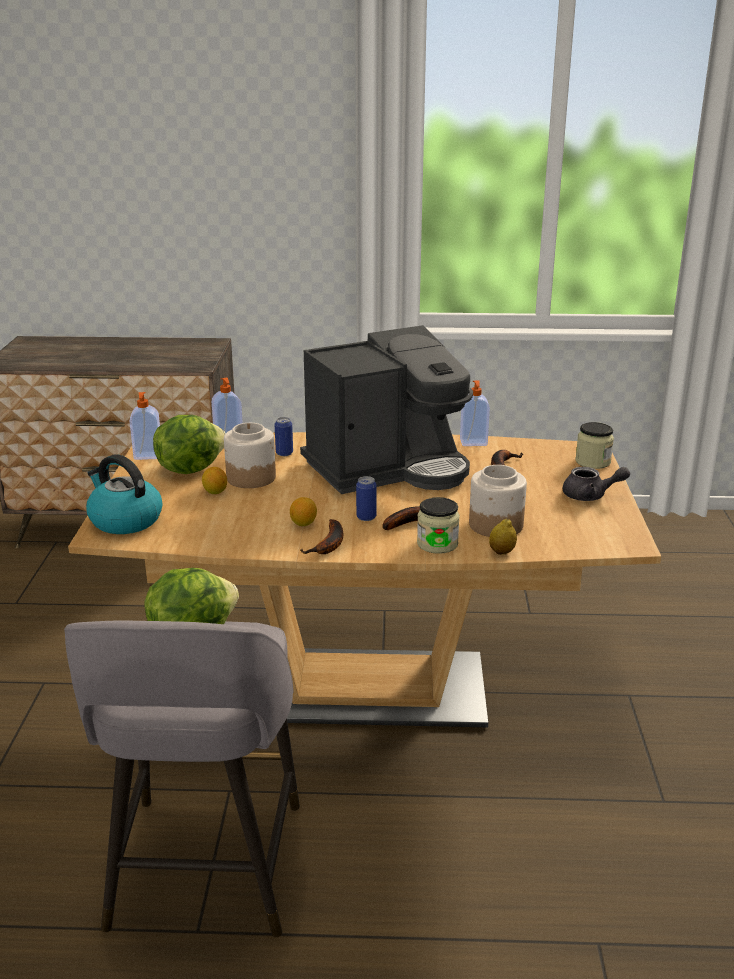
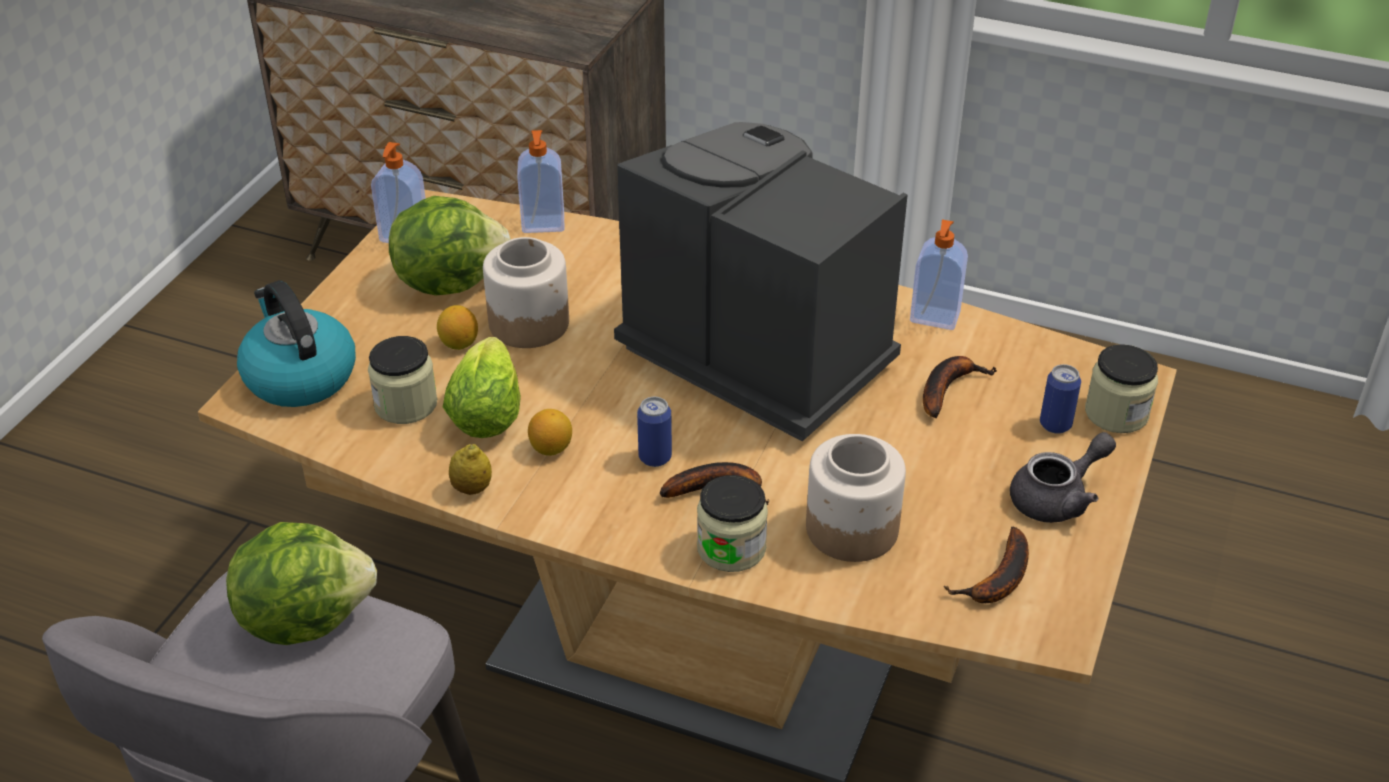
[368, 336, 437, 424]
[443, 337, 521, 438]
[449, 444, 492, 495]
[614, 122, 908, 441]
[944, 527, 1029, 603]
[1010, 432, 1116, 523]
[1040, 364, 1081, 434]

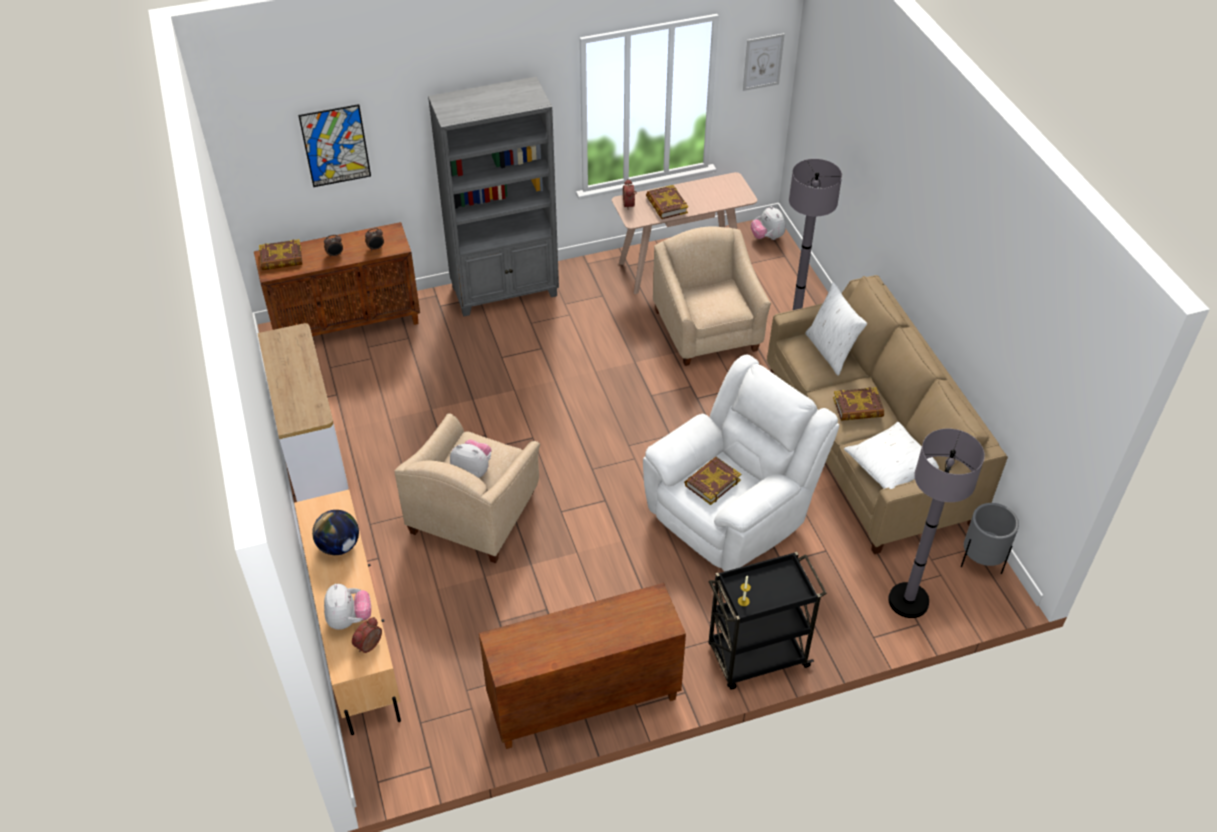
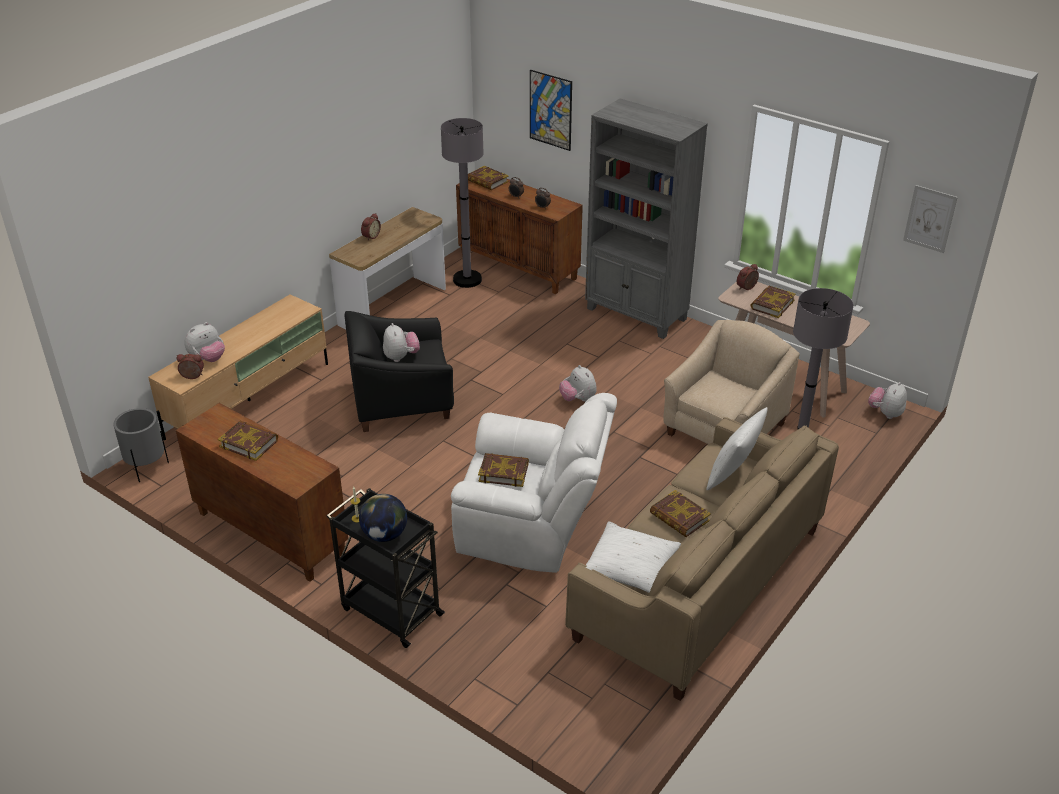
[113, 408, 169, 482]
[218, 421, 278, 461]
[344, 311, 454, 432]
[359, 494, 407, 542]
[361, 213, 381, 240]
[441, 118, 484, 288]
[559, 365, 597, 402]

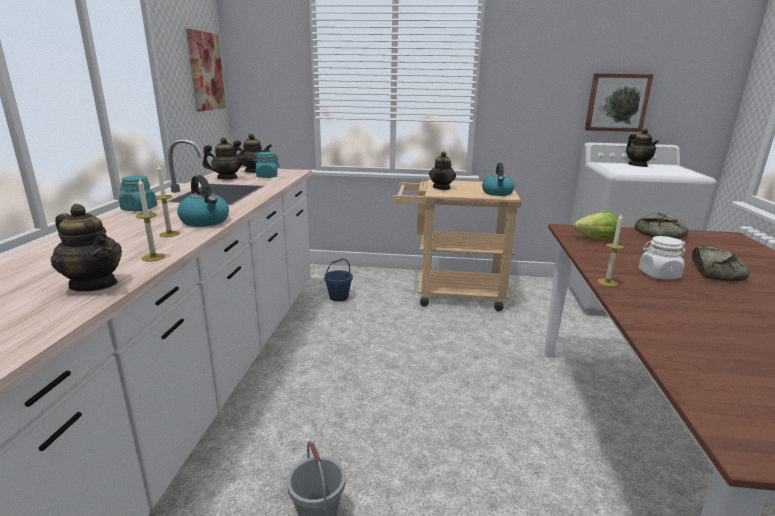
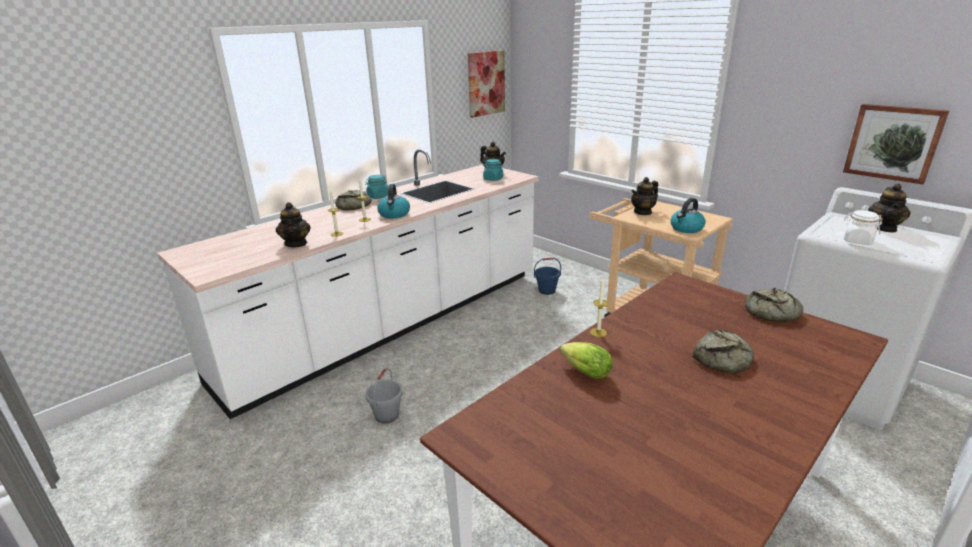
[335, 190, 372, 211]
[560, 342, 613, 379]
[844, 210, 883, 245]
[202, 137, 247, 179] (first image)

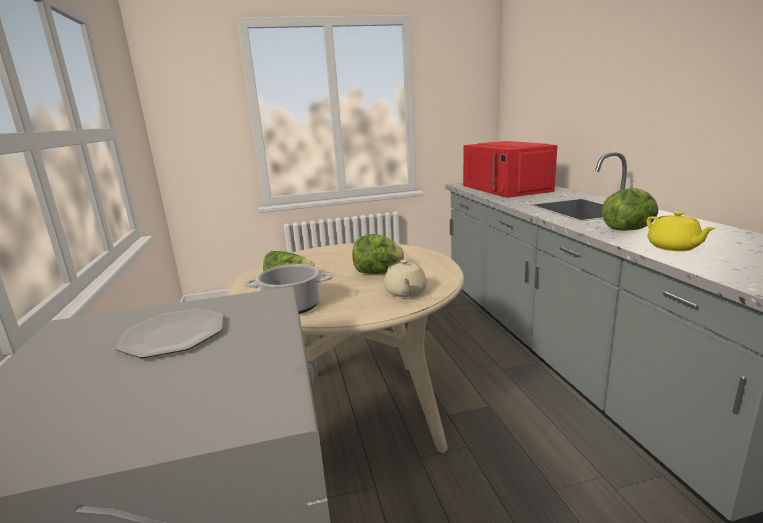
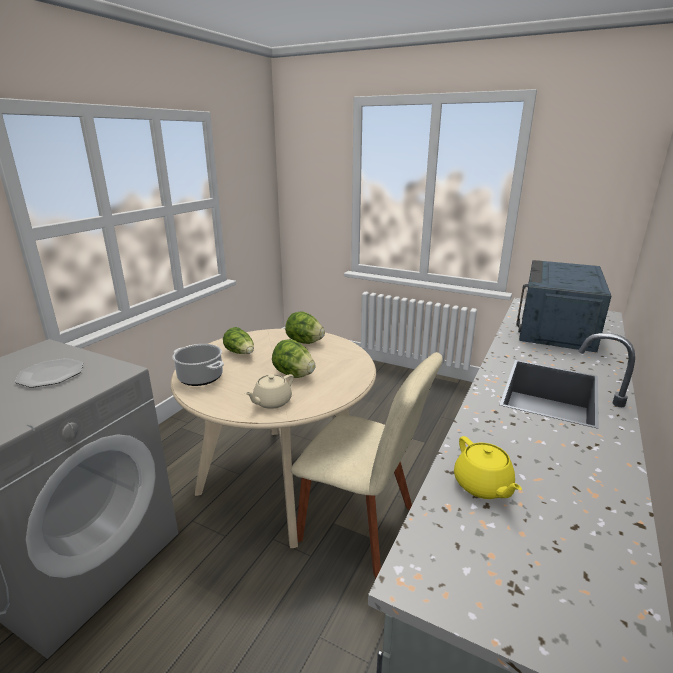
[285, 311, 325, 344]
[291, 352, 443, 579]
[454, 436, 522, 499]
[516, 260, 611, 352]

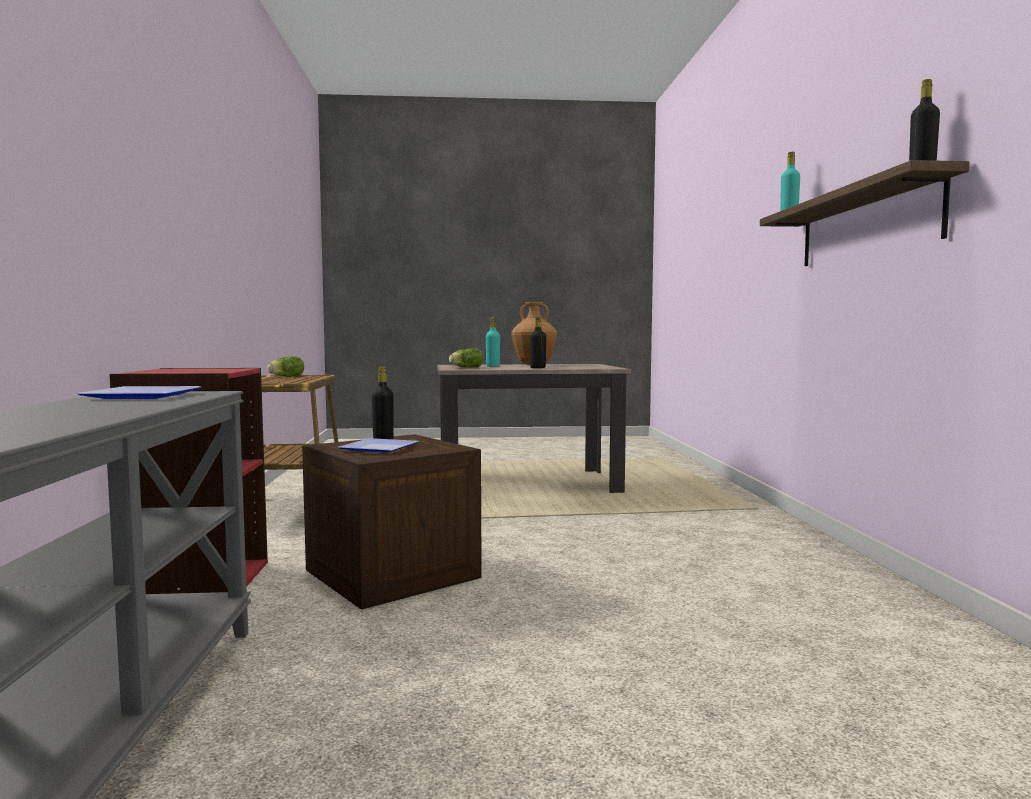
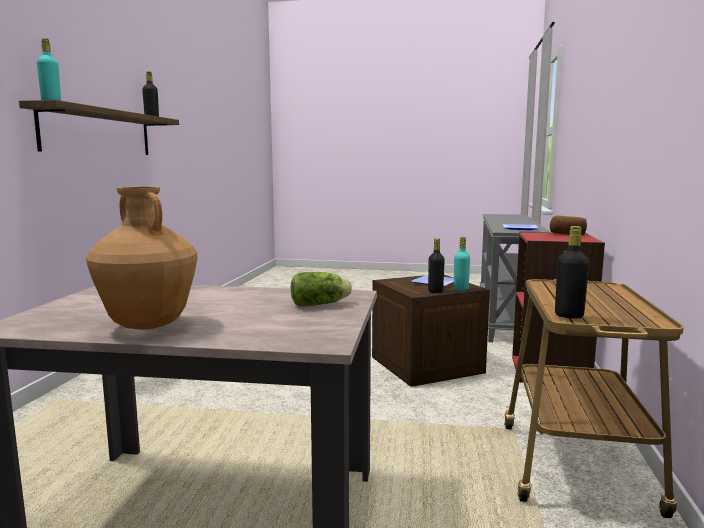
[454, 237, 470, 291]
[550, 216, 587, 236]
[555, 226, 589, 319]
[267, 357, 304, 377] (first image)

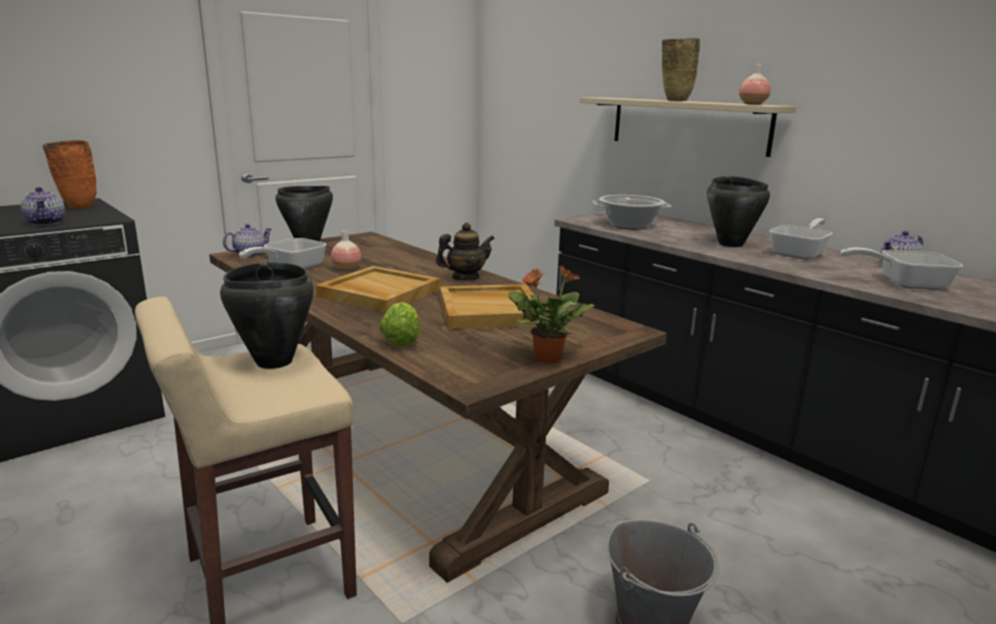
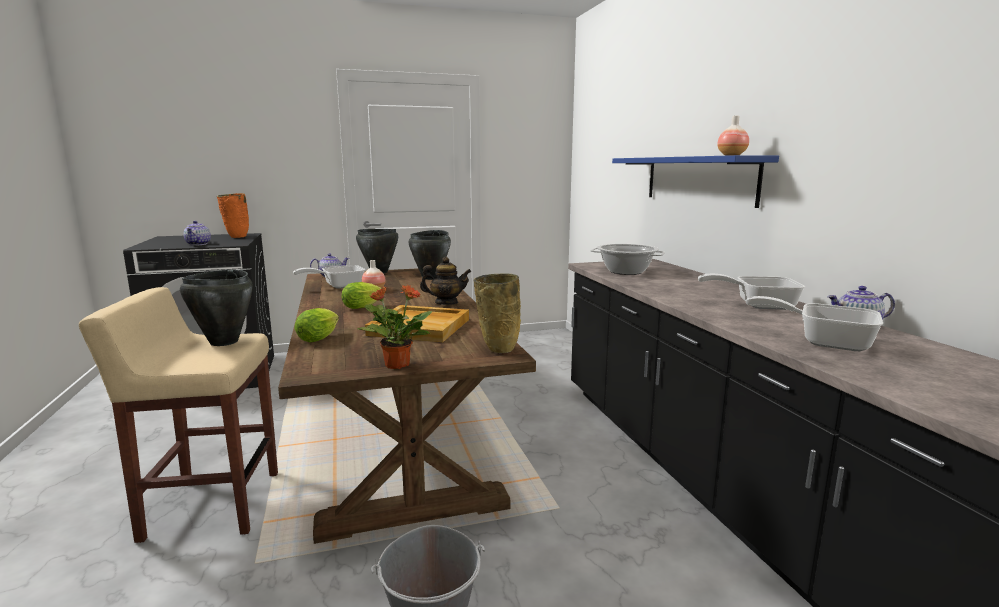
[342, 282, 381, 309]
[409, 230, 451, 280]
[473, 273, 521, 353]
[612, 155, 779, 208]
[698, 274, 805, 310]

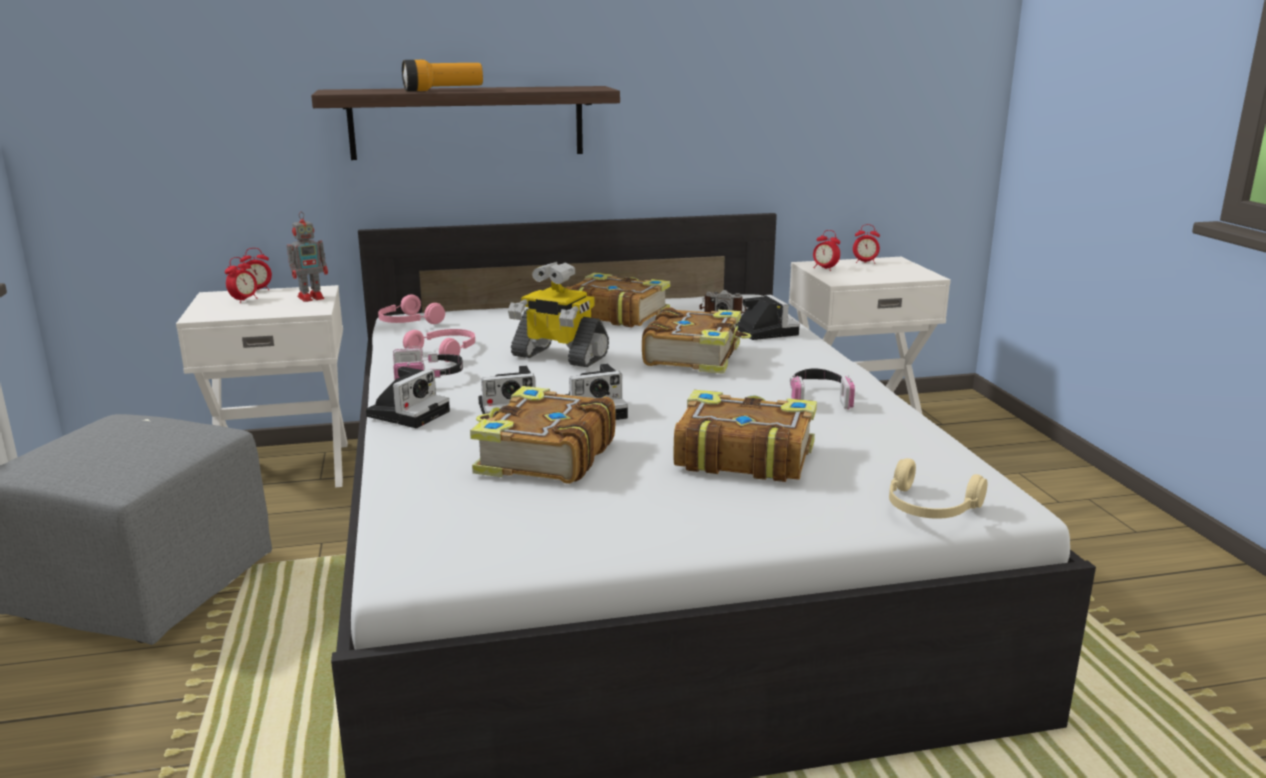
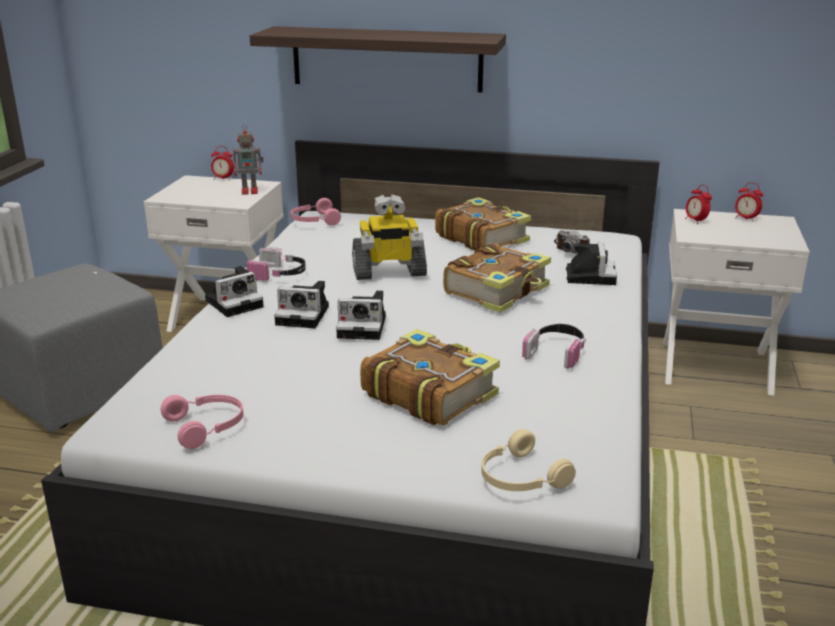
[161, 395, 243, 449]
[352, 194, 427, 280]
[225, 257, 258, 303] (first image)
[402, 60, 483, 91] (first image)
[470, 386, 616, 484] (first image)

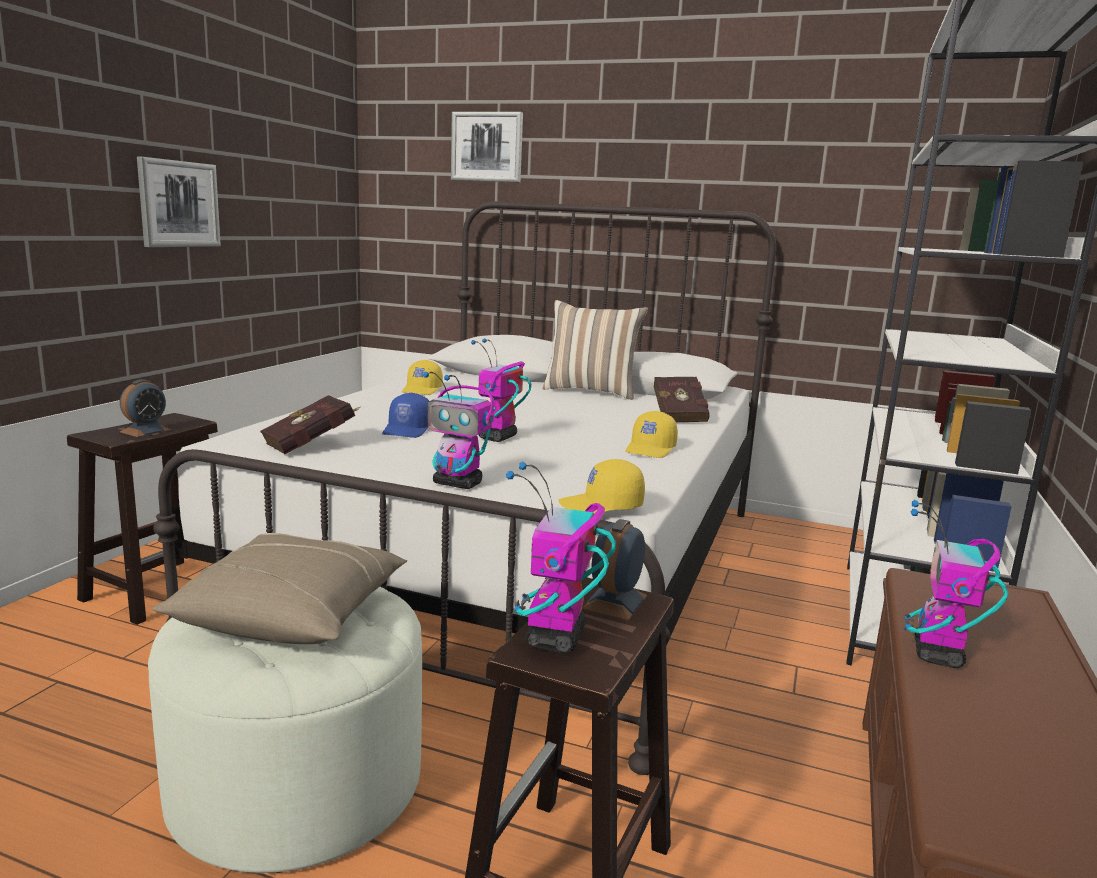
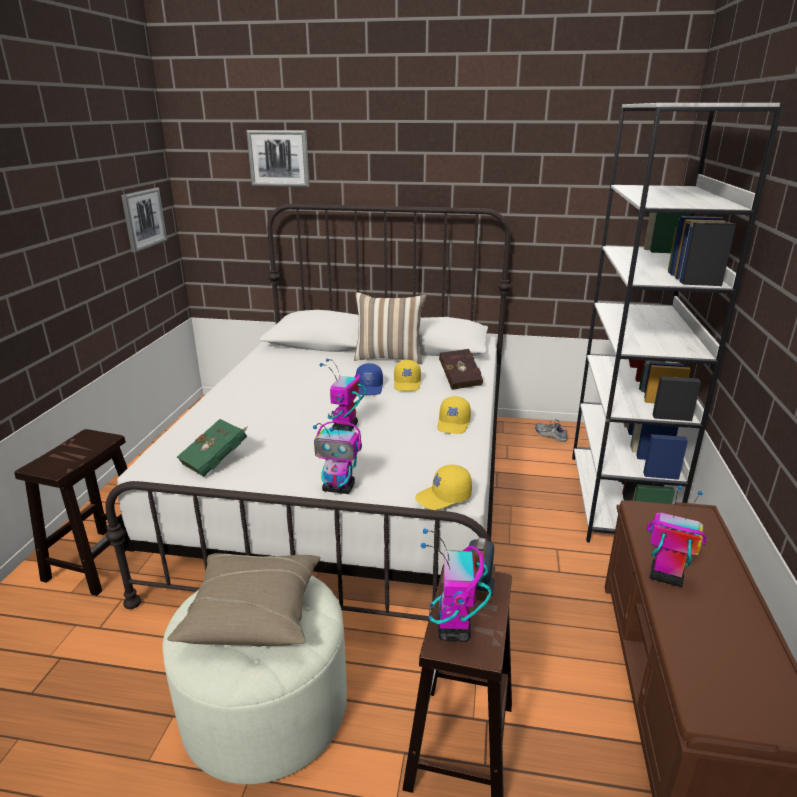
[121, 188, 167, 253]
[177, 419, 248, 477]
[356, 363, 383, 395]
[394, 360, 421, 391]
[535, 419, 568, 442]
[647, 486, 706, 587]
[120, 379, 171, 437] (first image)

